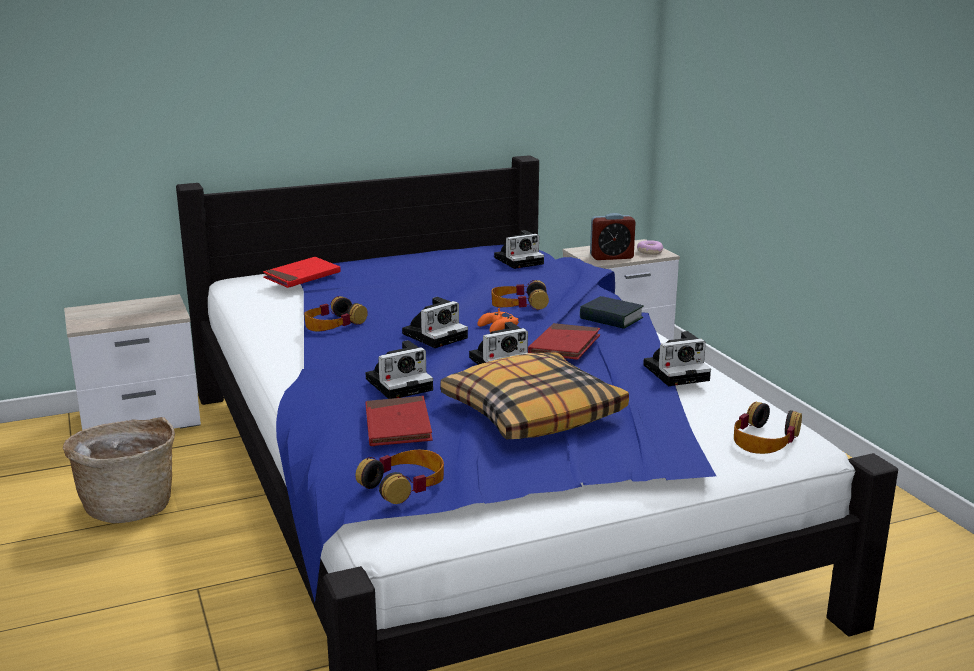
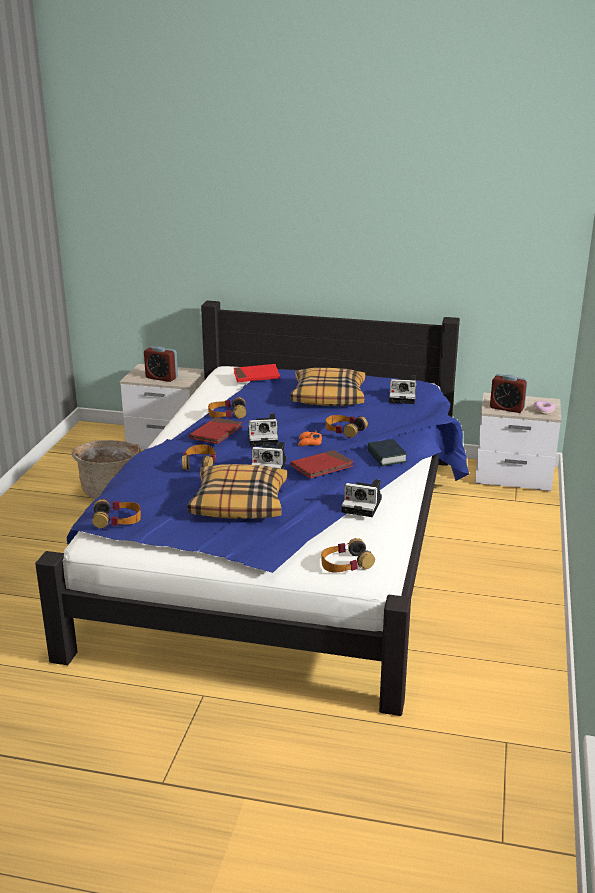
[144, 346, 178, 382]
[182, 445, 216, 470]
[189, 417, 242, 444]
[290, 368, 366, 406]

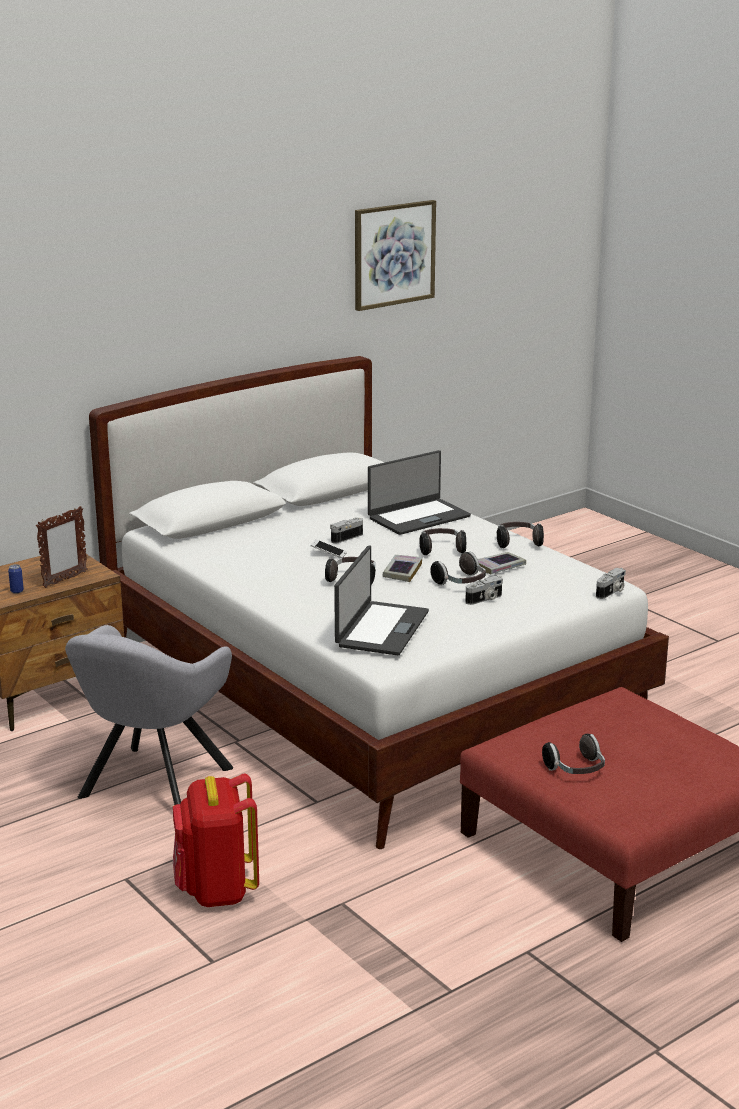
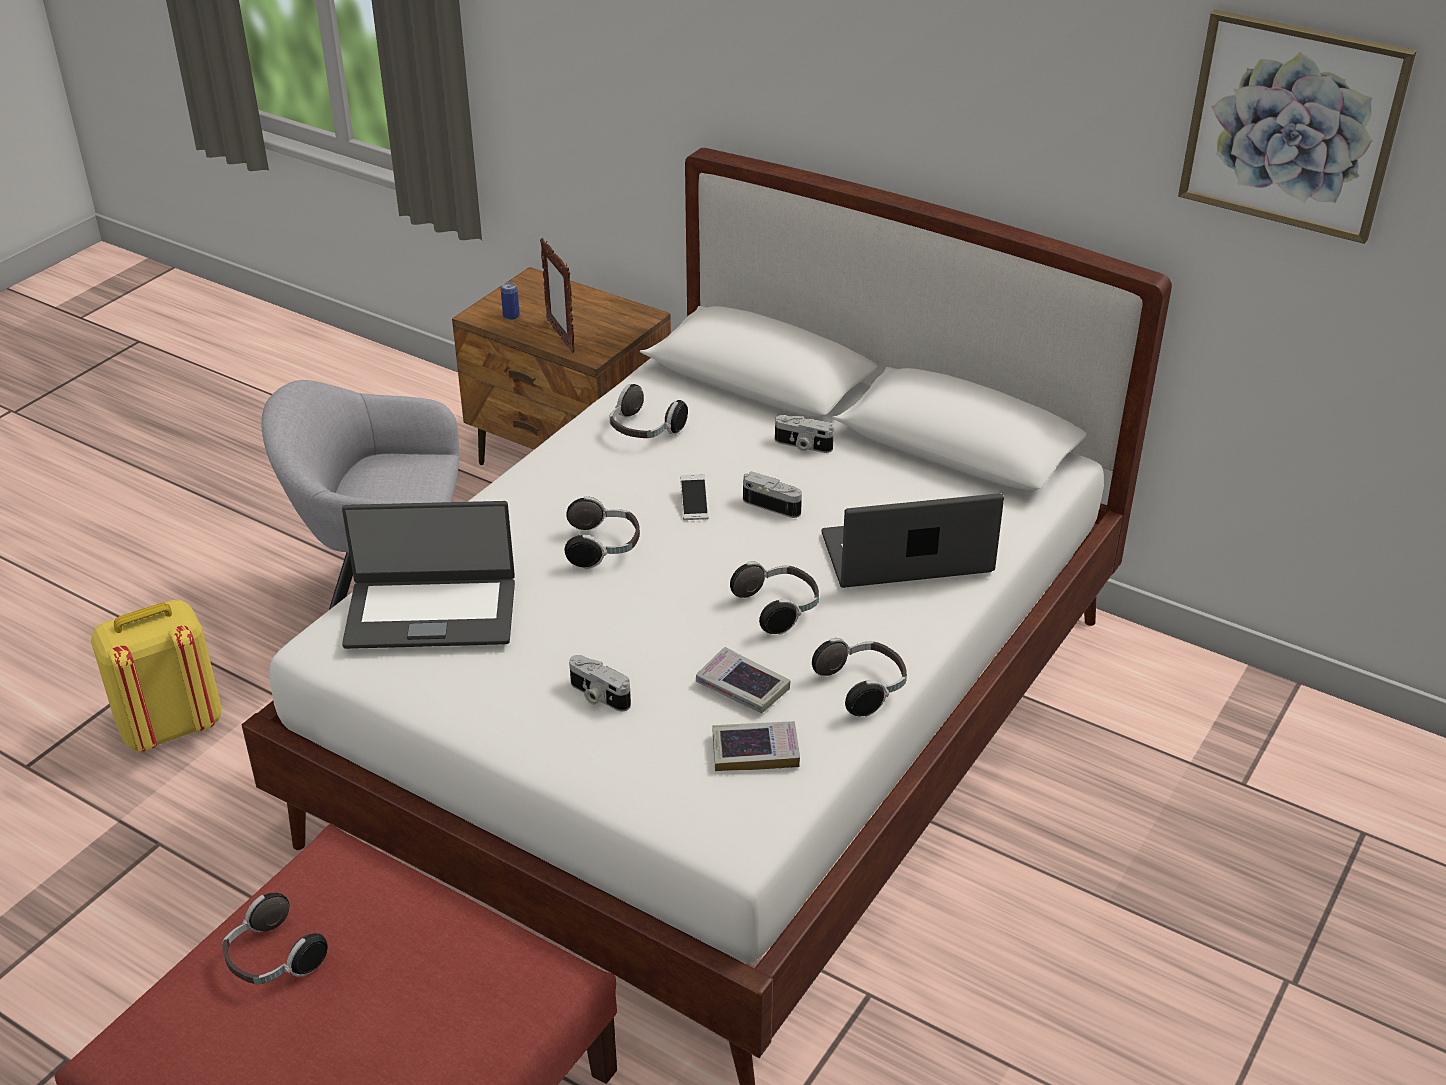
[91, 600, 222, 752]
[540, 238, 575, 353]
[610, 384, 688, 438]
[713, 721, 800, 771]
[775, 415, 834, 453]
[822, 493, 1004, 588]

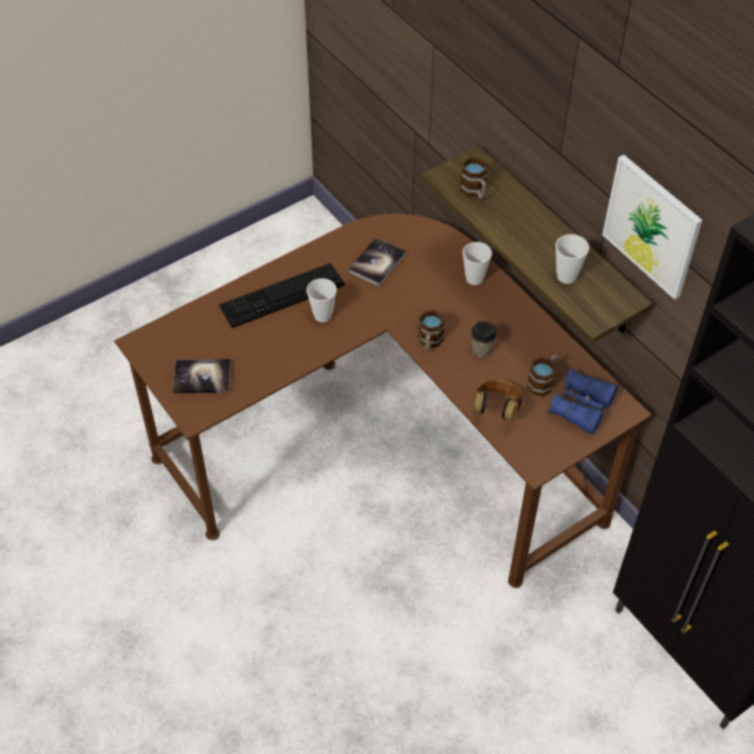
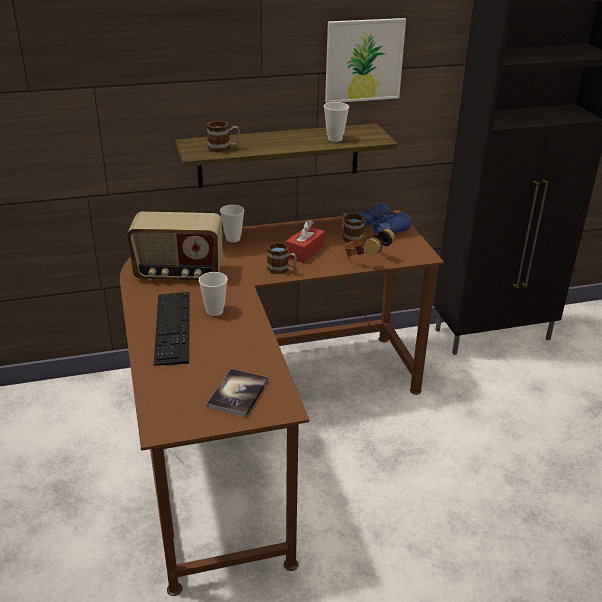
[127, 212, 223, 281]
[285, 220, 325, 263]

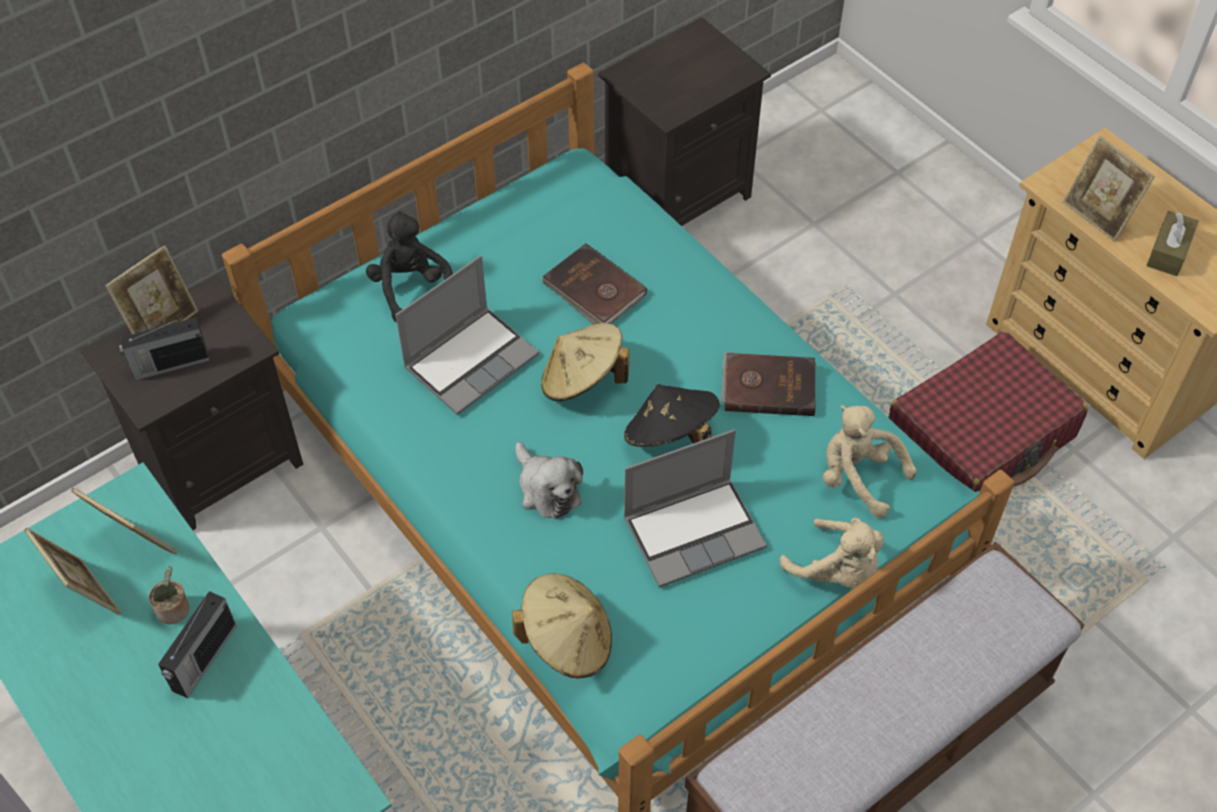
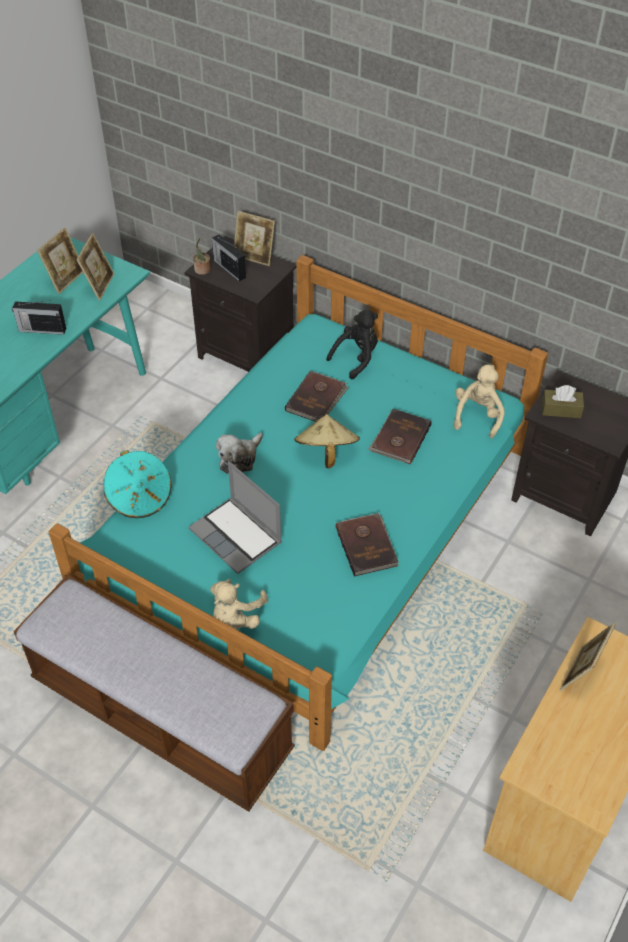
[104, 450, 171, 518]
[193, 238, 211, 275]
[285, 371, 349, 422]
[454, 364, 505, 439]
[542, 385, 584, 418]
[624, 384, 720, 447] (first image)
[888, 331, 1088, 492] (first image)

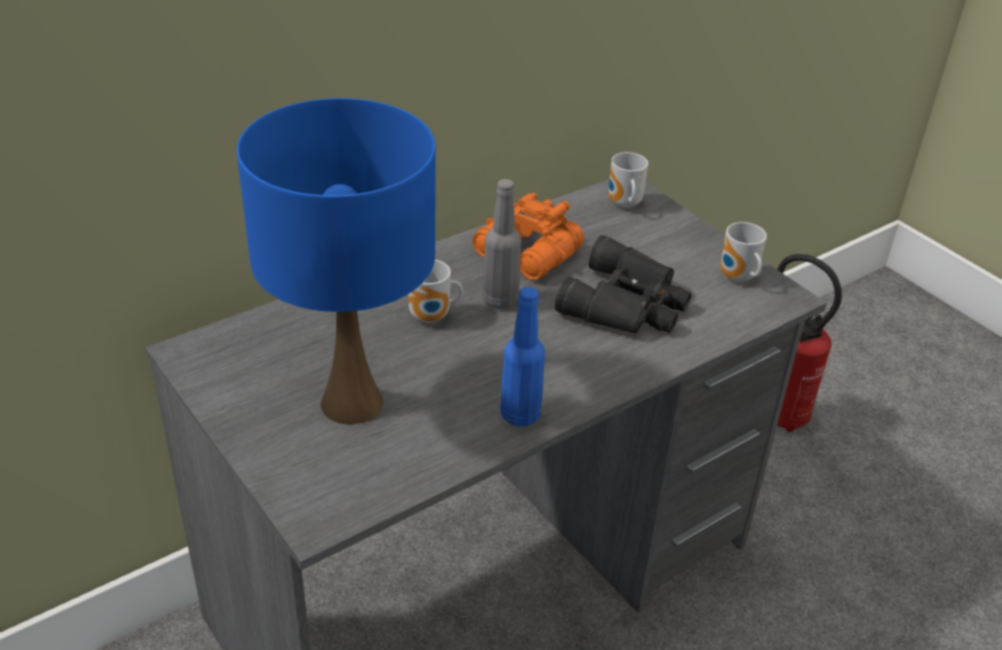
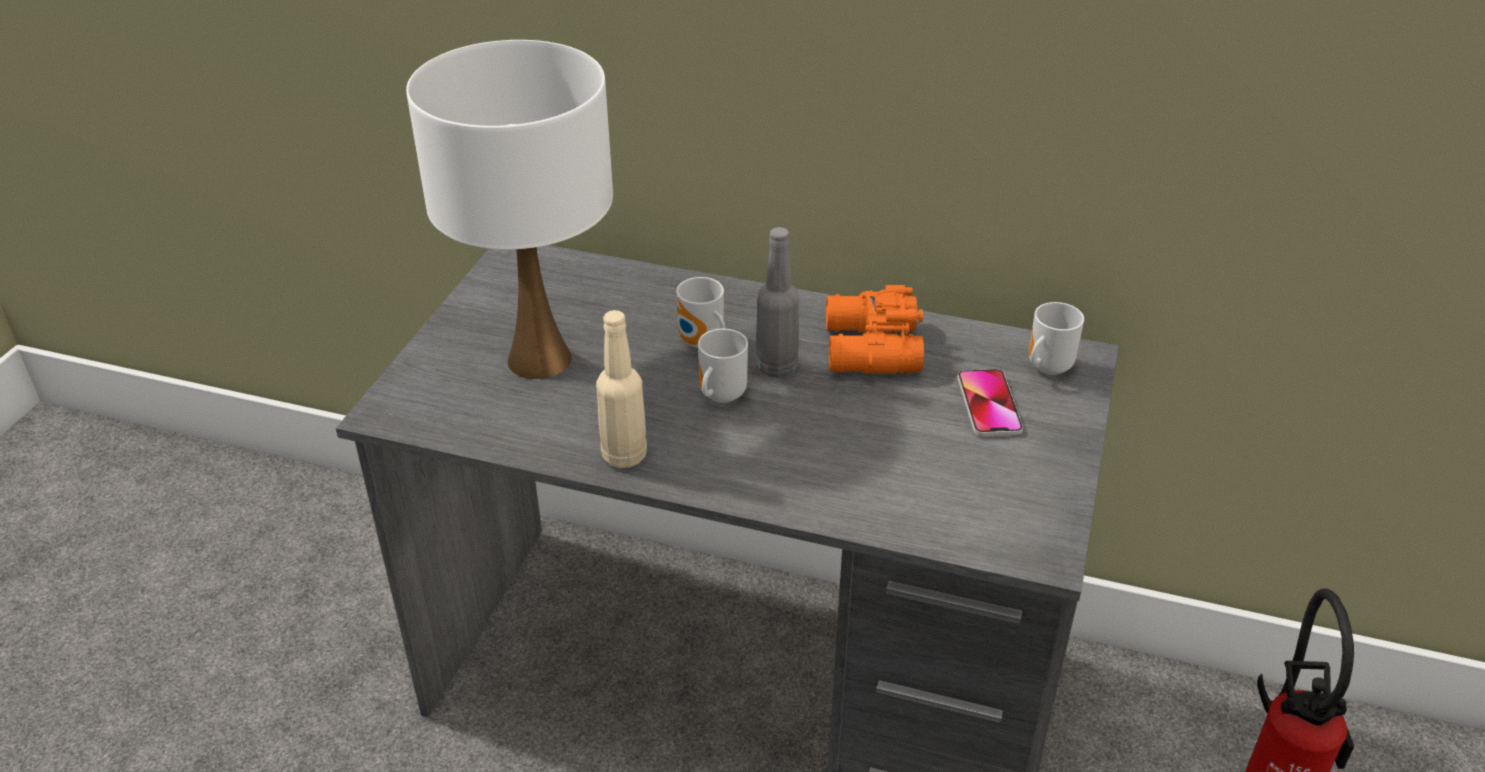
[406, 40, 613, 379]
[596, 310, 647, 468]
[698, 328, 748, 403]
[957, 369, 1023, 436]
[555, 235, 691, 334] (first image)

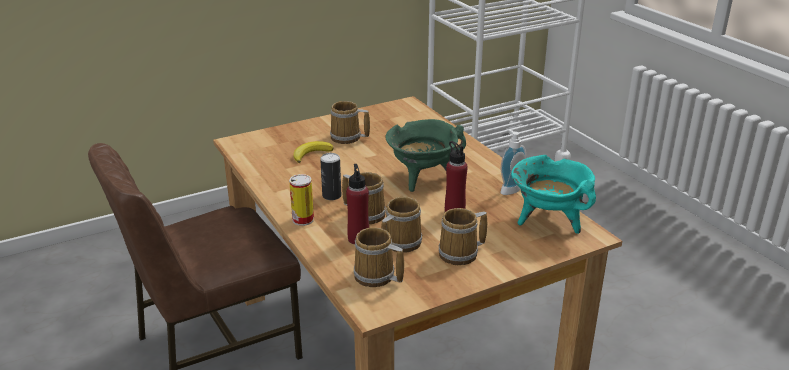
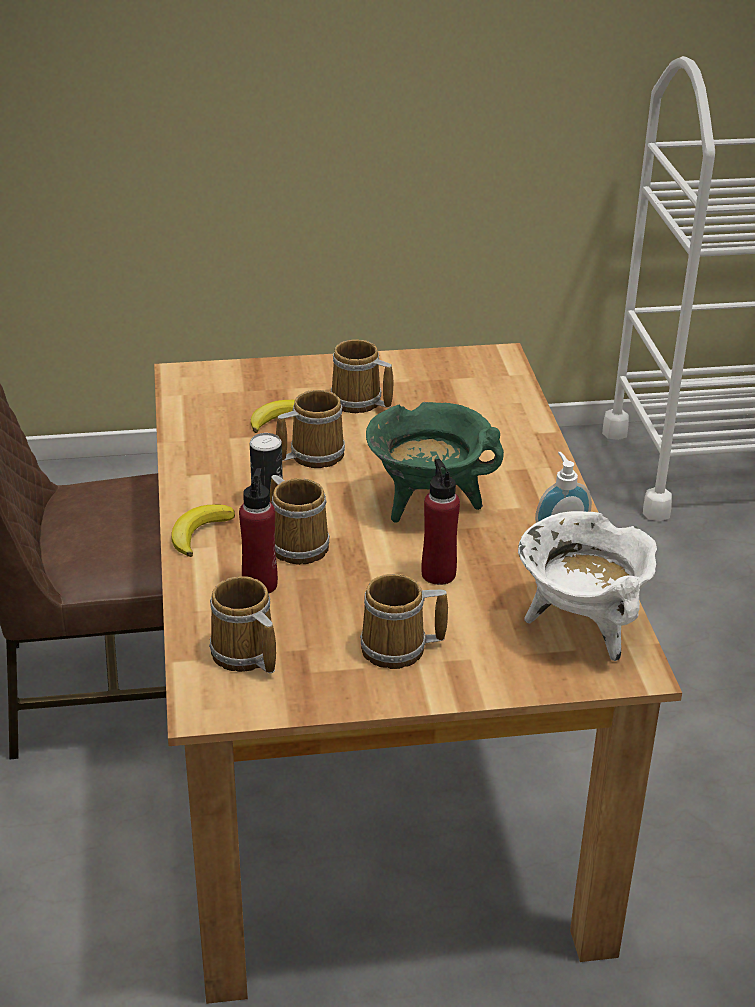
[171, 504, 235, 557]
[276, 390, 345, 468]
[518, 511, 657, 661]

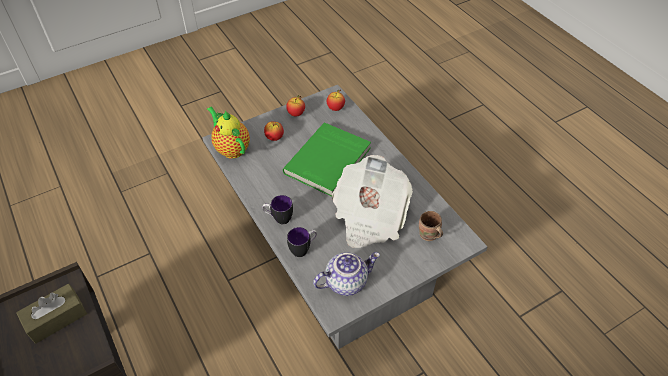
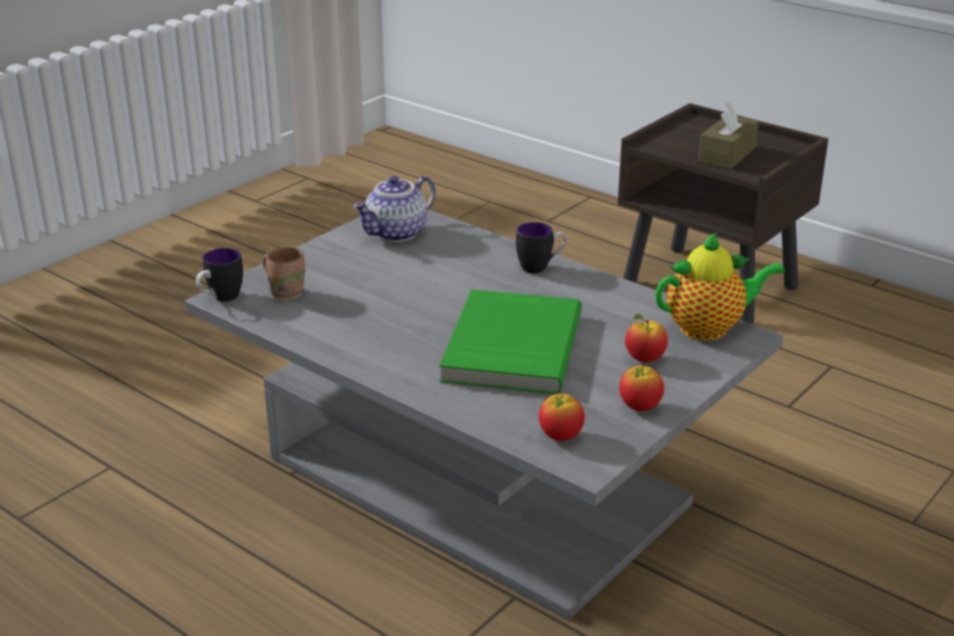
[196, 248, 243, 302]
[655, 233, 785, 341]
[332, 155, 413, 248] (first image)

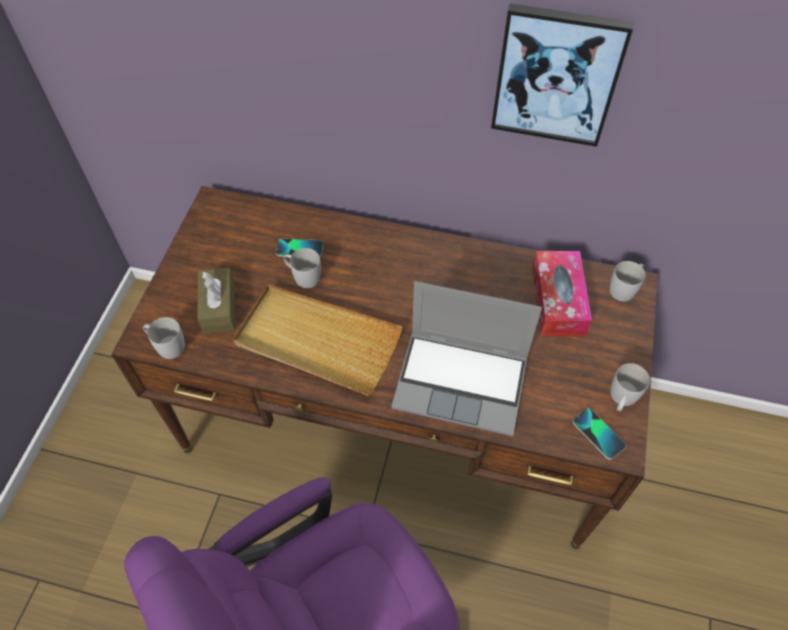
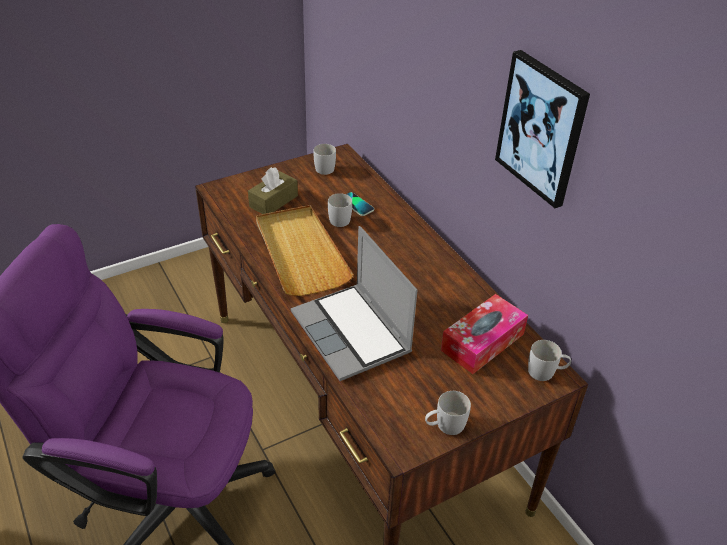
[313, 144, 336, 175]
[573, 408, 626, 460] (first image)

